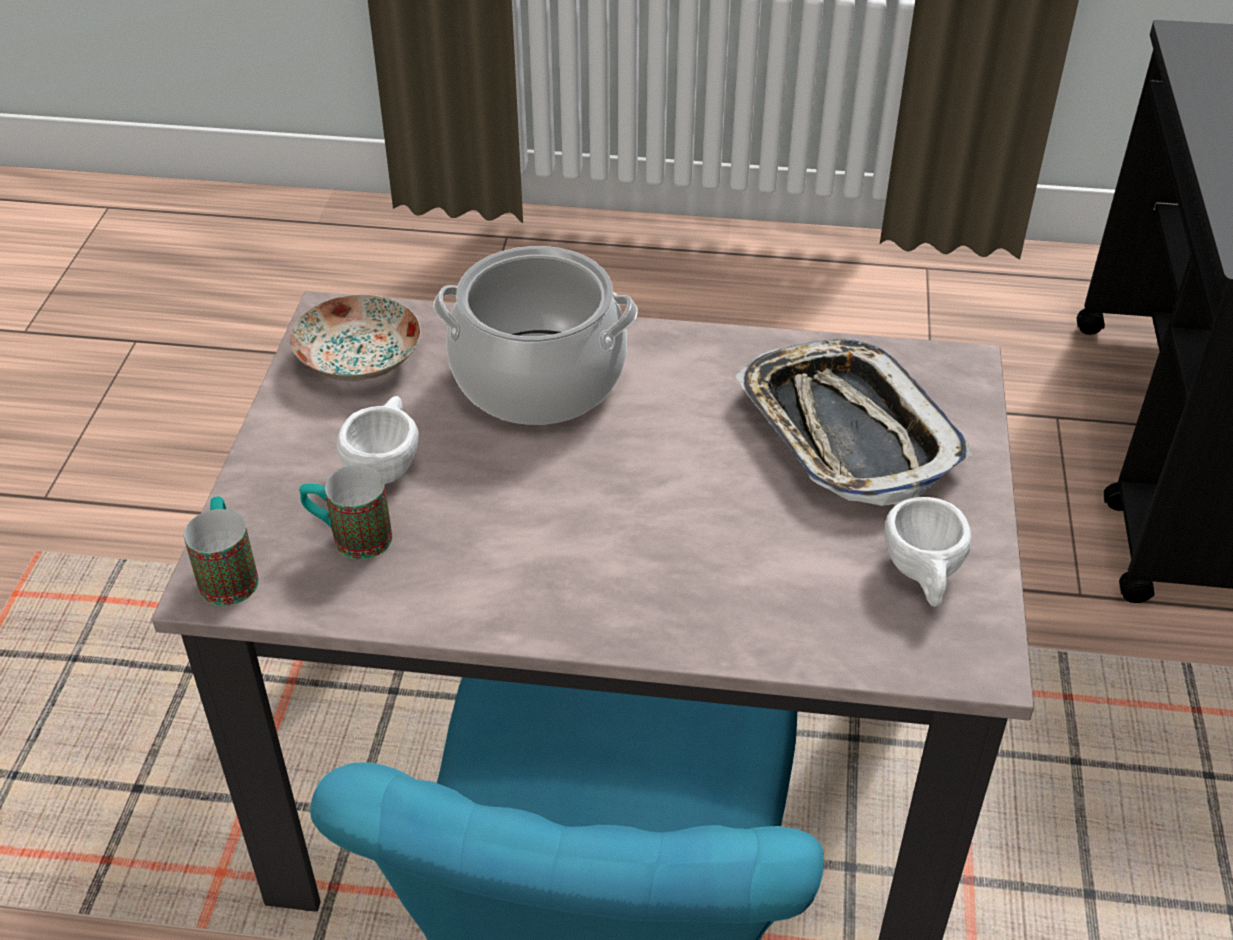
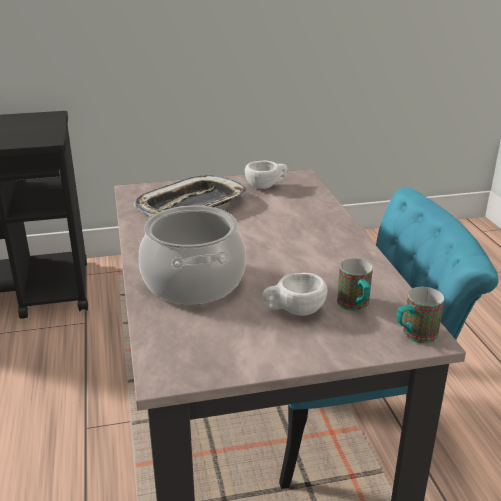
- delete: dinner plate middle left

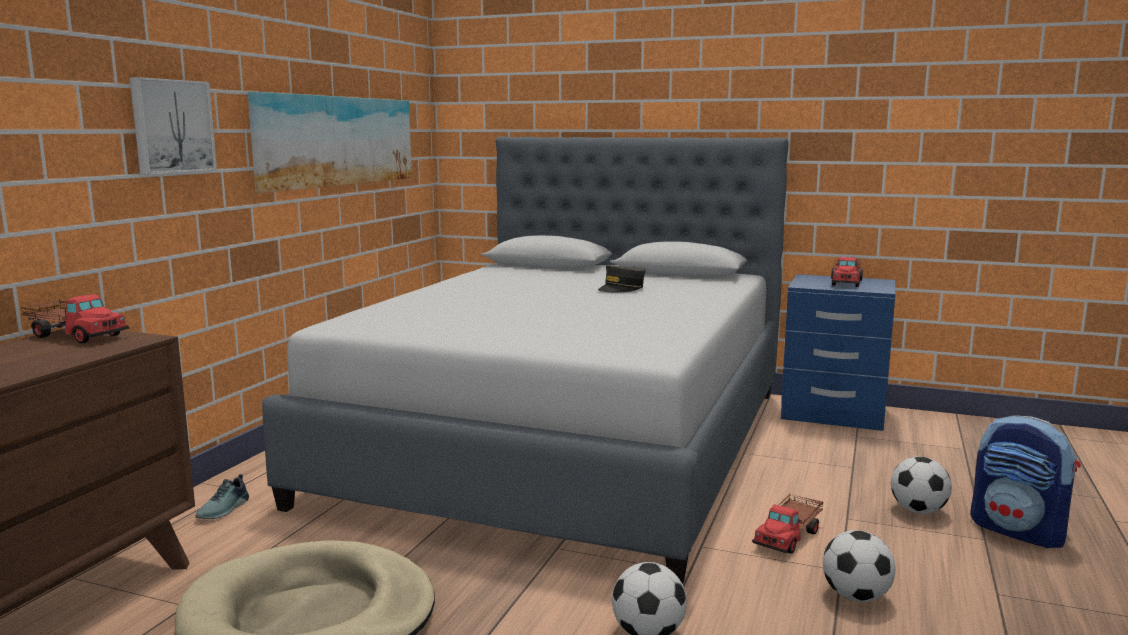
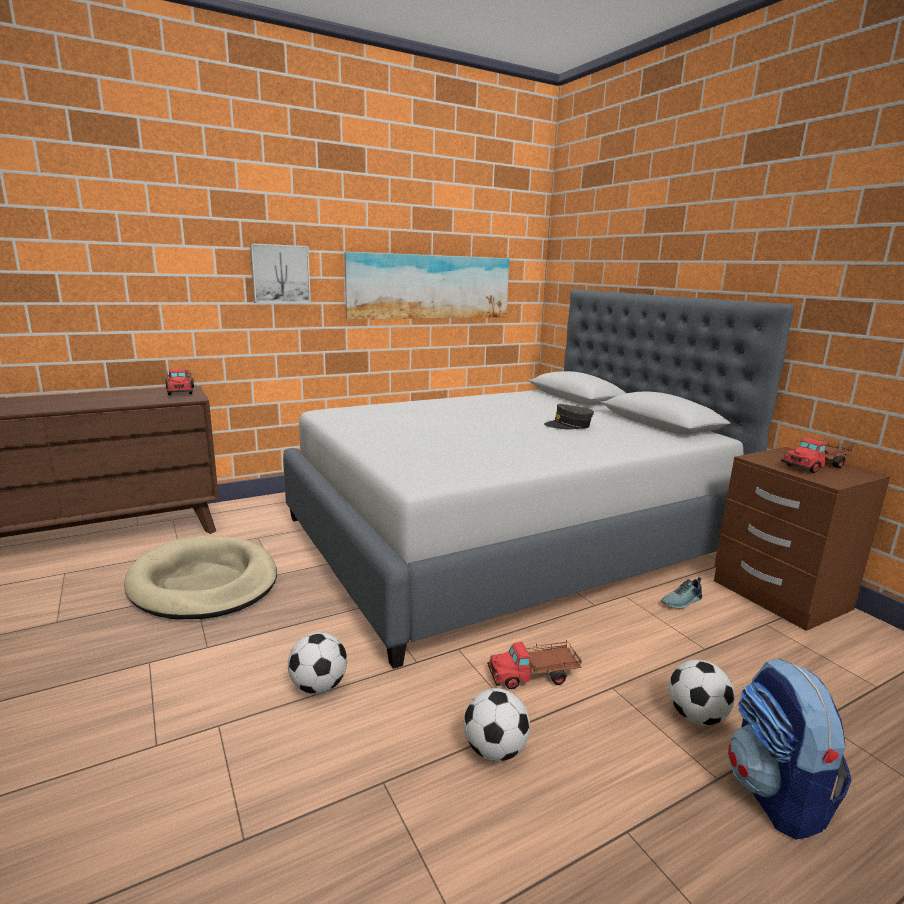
- recolor: blue night table middle right to brownish night table middle right
- move: item of footwear bottom left to middle right

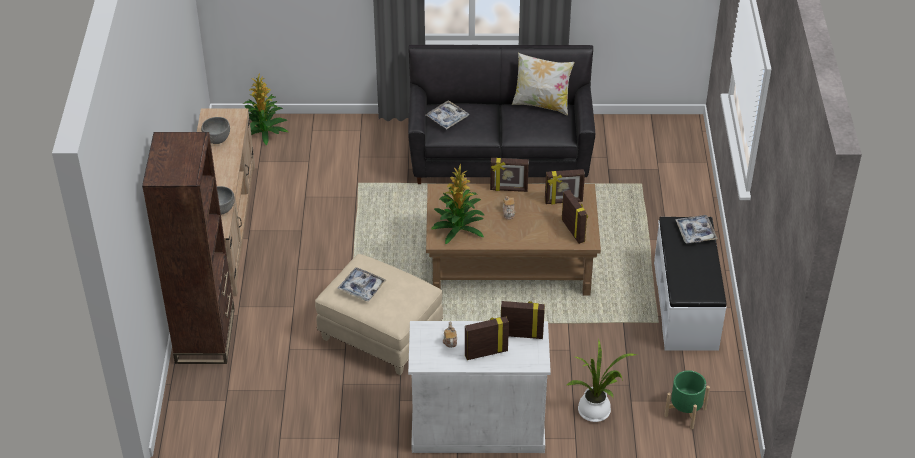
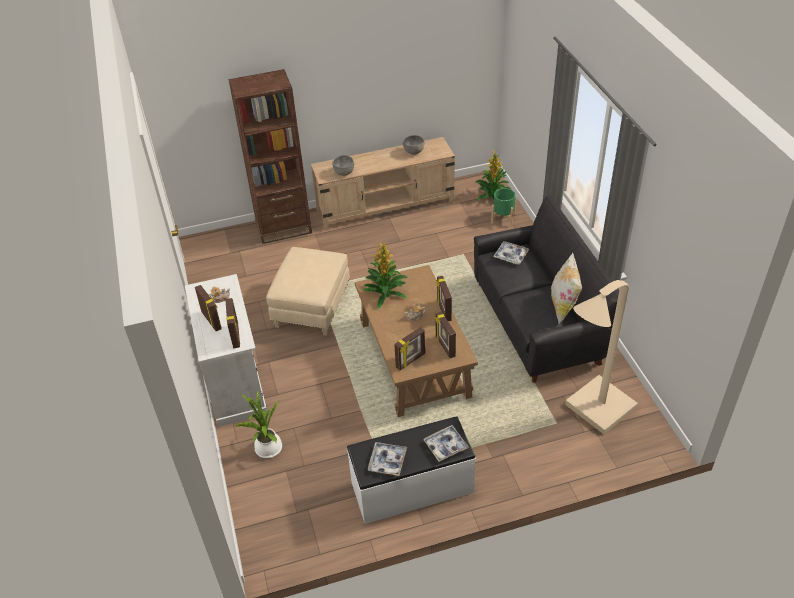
- move: serving tray (1st from left) centre to bottom centre
- move: green plant pot bottom right to centre
- insert: beige standing lamp middle right

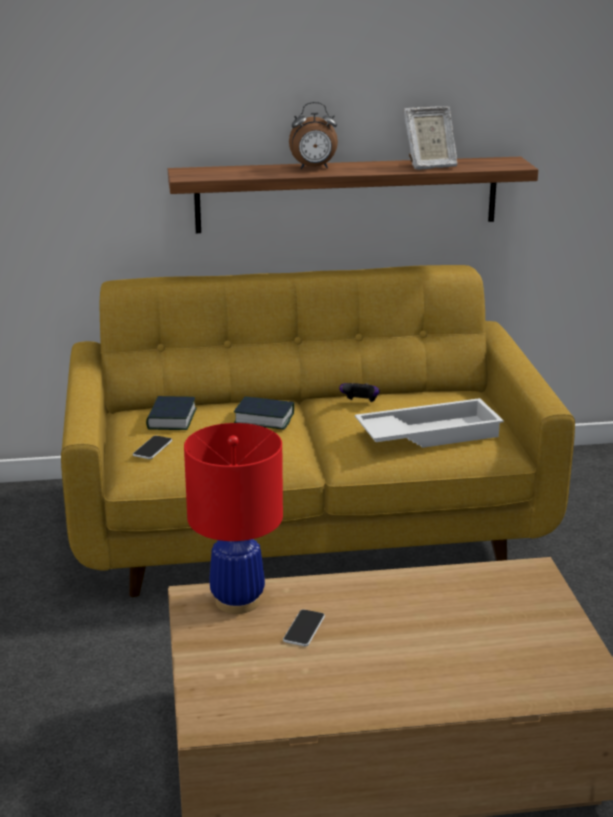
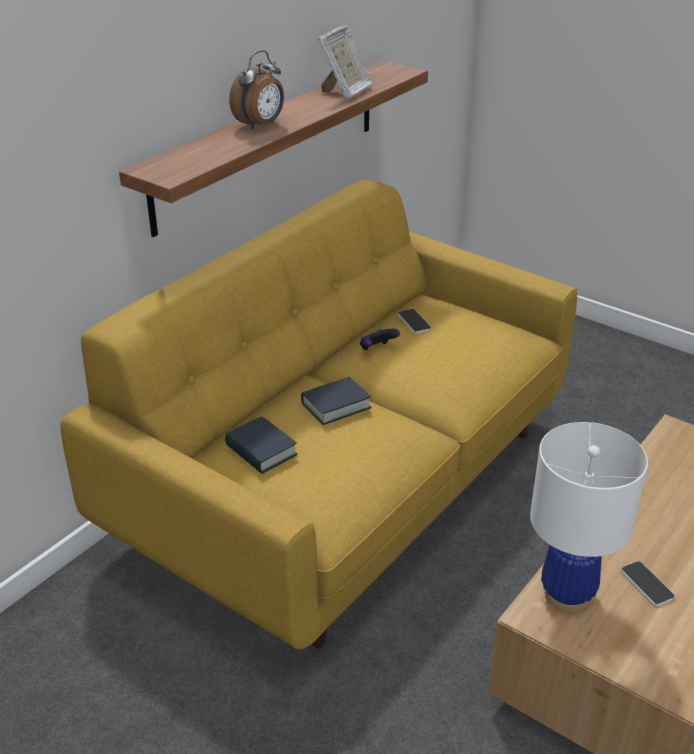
- delete: white serving tray middle right
- recolor: red-coloured lamp for a table centre to white lamp for a table bottom right
- move: telephone (1st from left) middle left to centre

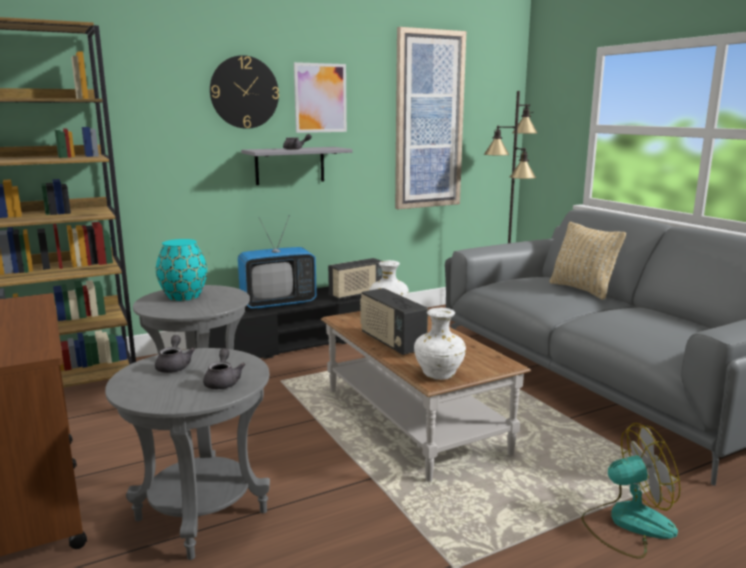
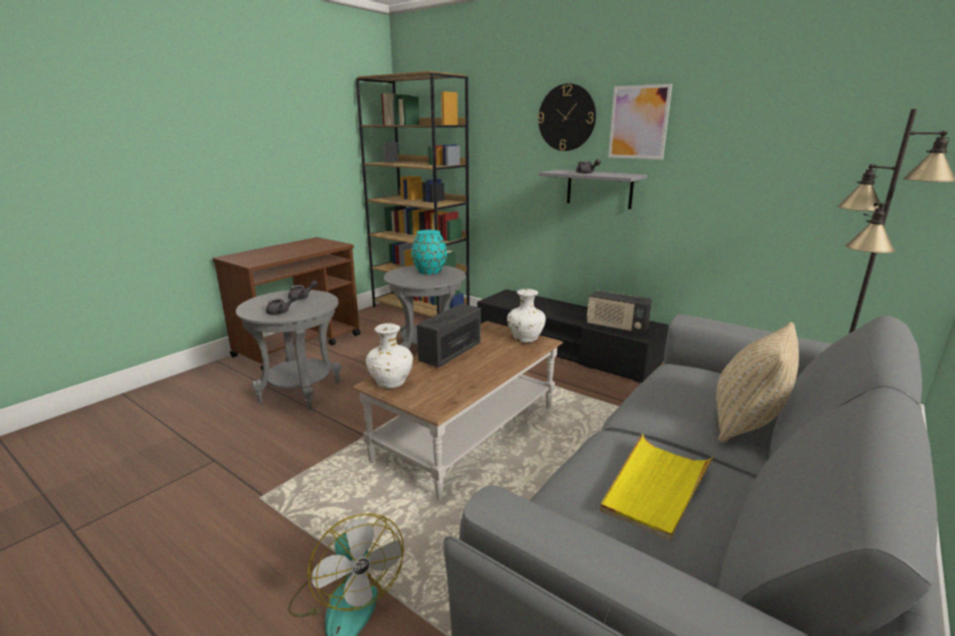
- delete: wall picture (2nd from left) top centre
- delete: television centre
- insert: yellowish serving tray bottom right

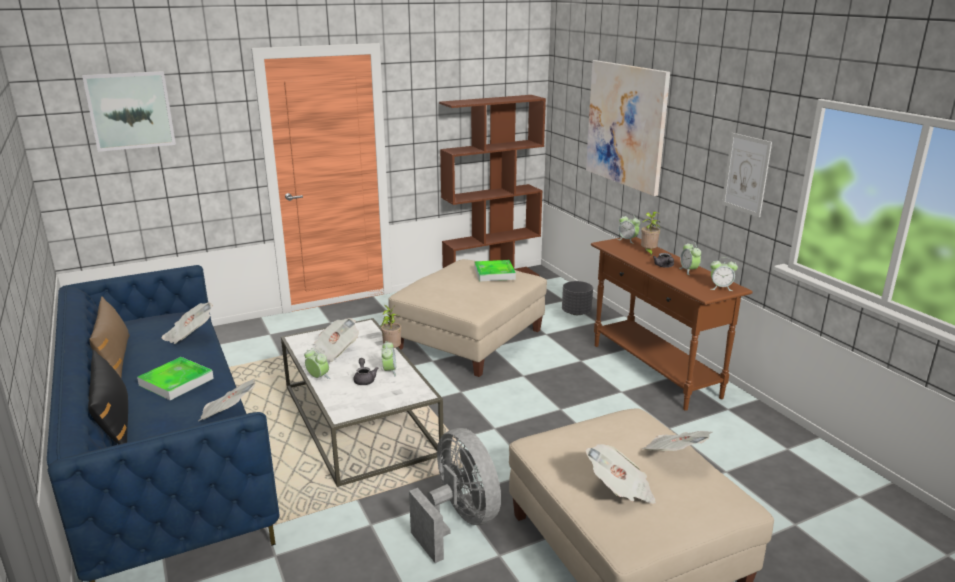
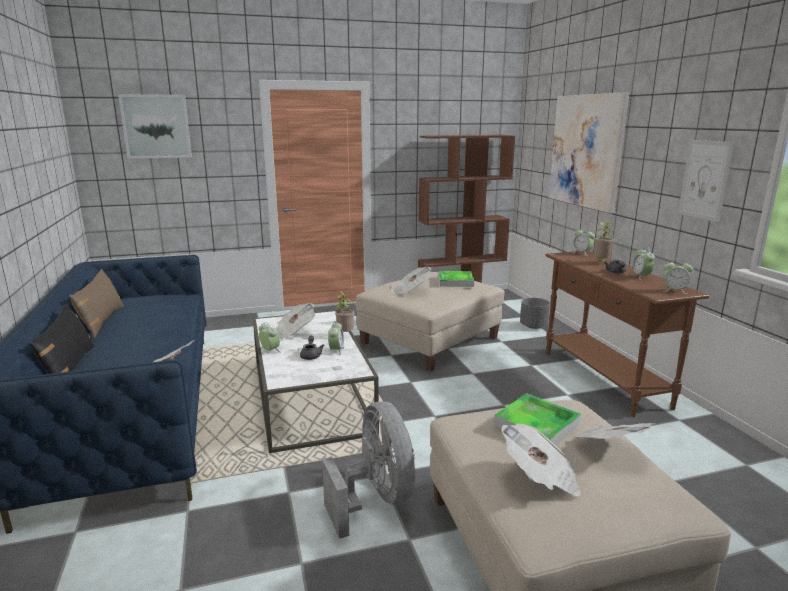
- move: printed paper (1st from left in the first image) middle left to printed paper (3rd from left) centre
- move: serving tray (1st from left in the first image) middle left to serving tray (2nd from left) bottom right

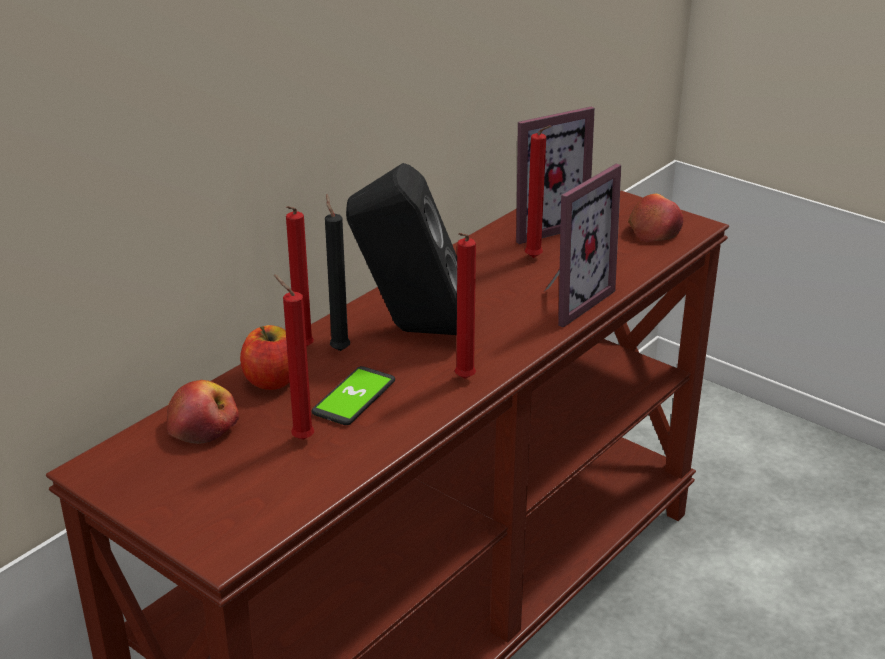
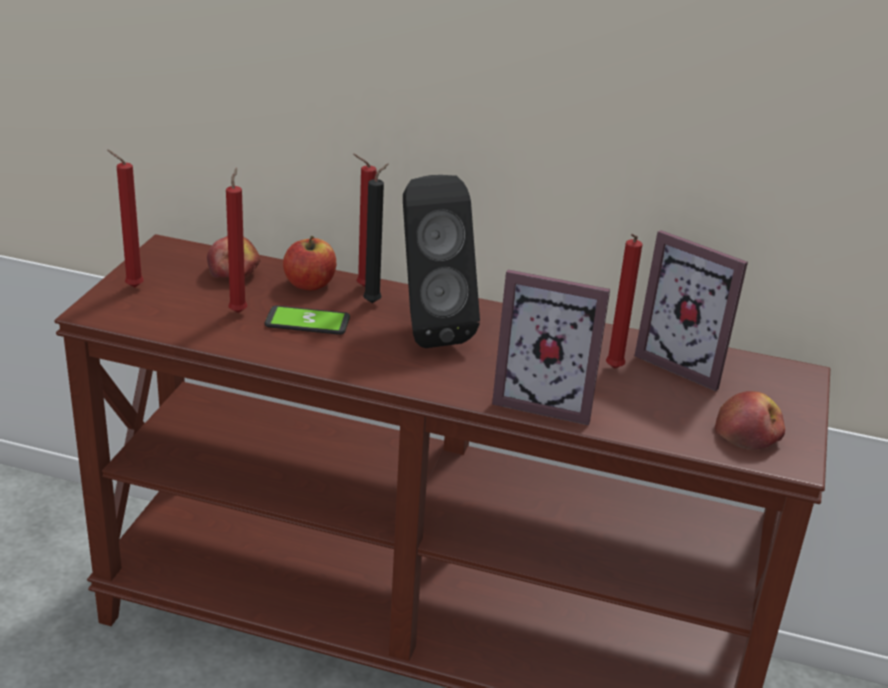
- move: red-coloured candle (3rd from left in the first image) centre to red-coloured candle (1st from left) top left

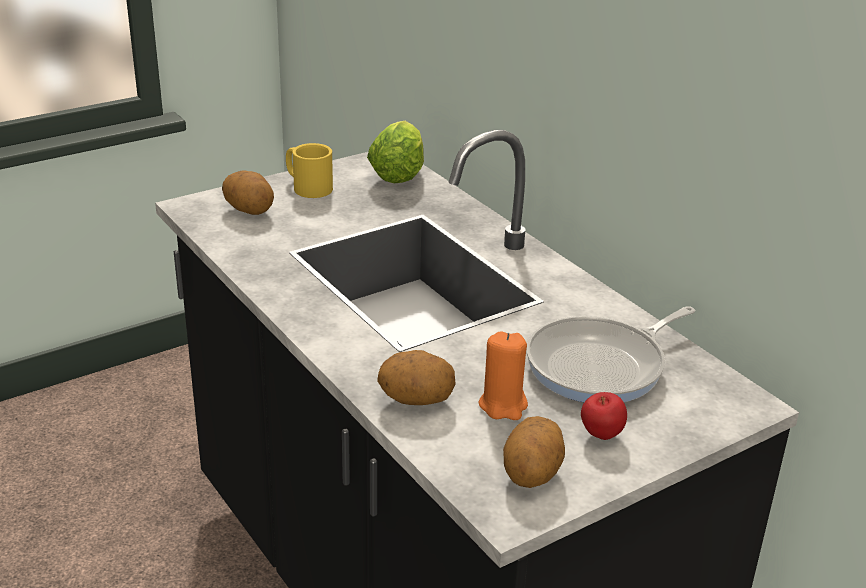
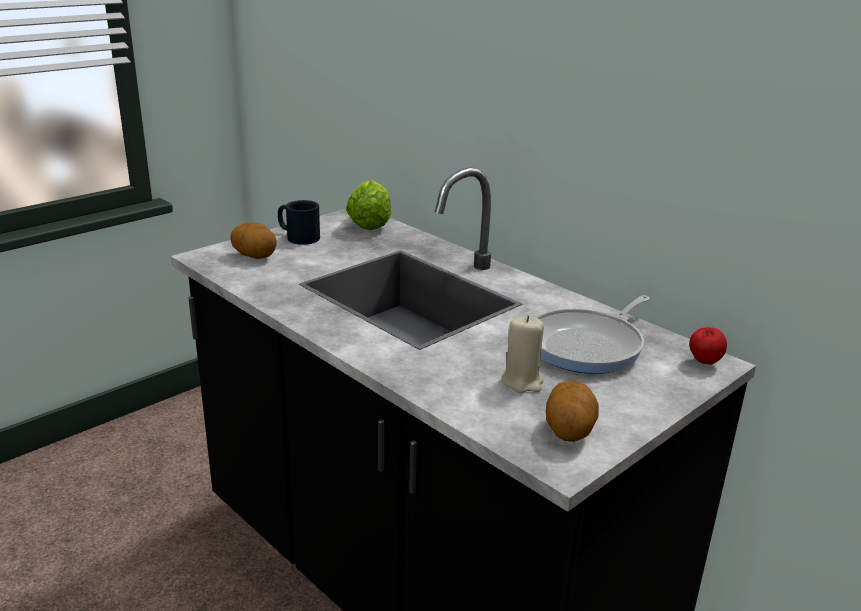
- recolor: yellowish tea mug top centre to black-coloured tea mug centre
- recolor: orange-coloured candle centre to beige candle centre
- delete: whole potato (2nd from left) centre
- move: whole apple bottom right to middle right

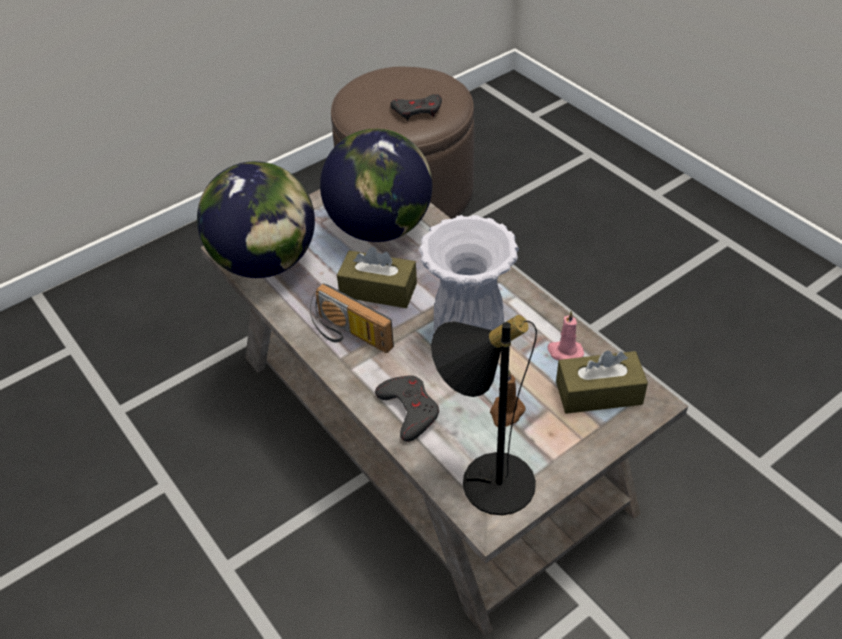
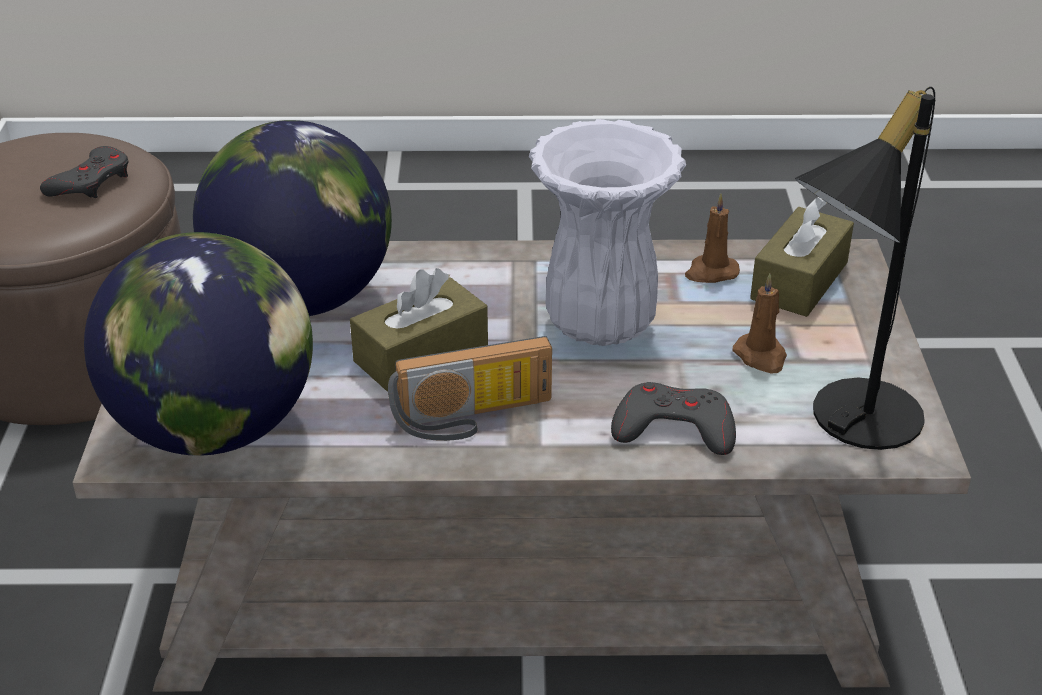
- recolor: pink candle middle right to brownish candle (1st from left) middle right

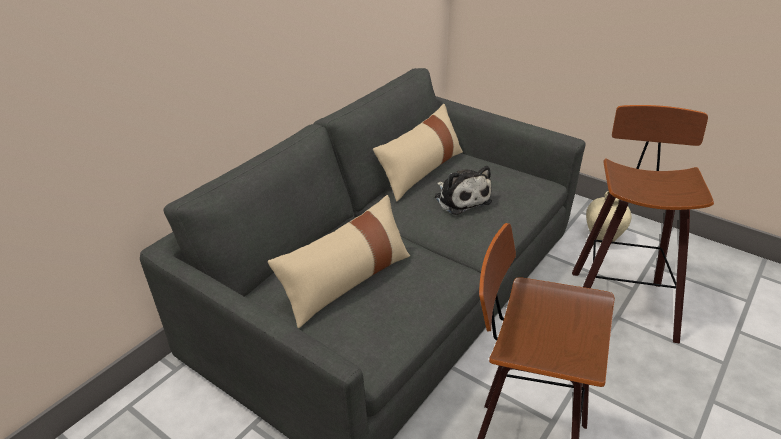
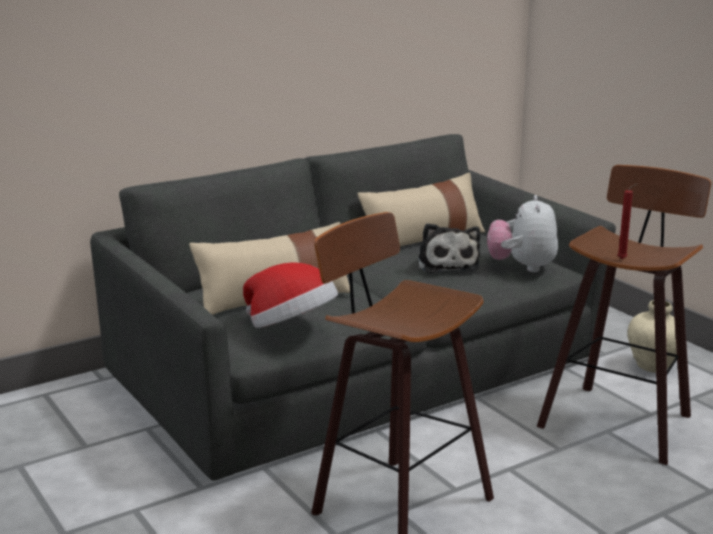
- insert: red-coloured candle middle right
- insert: cuddly toy (2nd from left) middle right
- insert: hat centre

